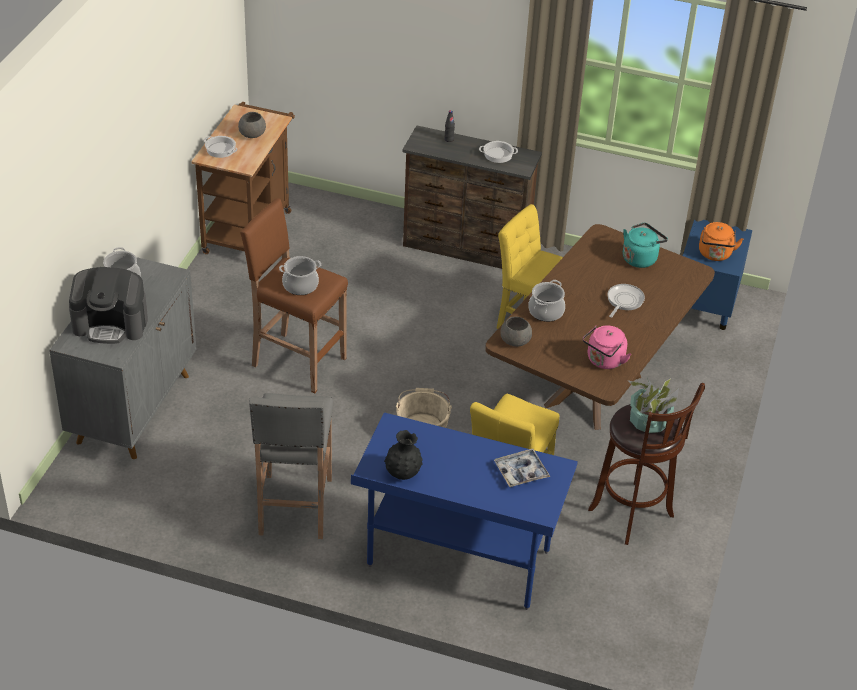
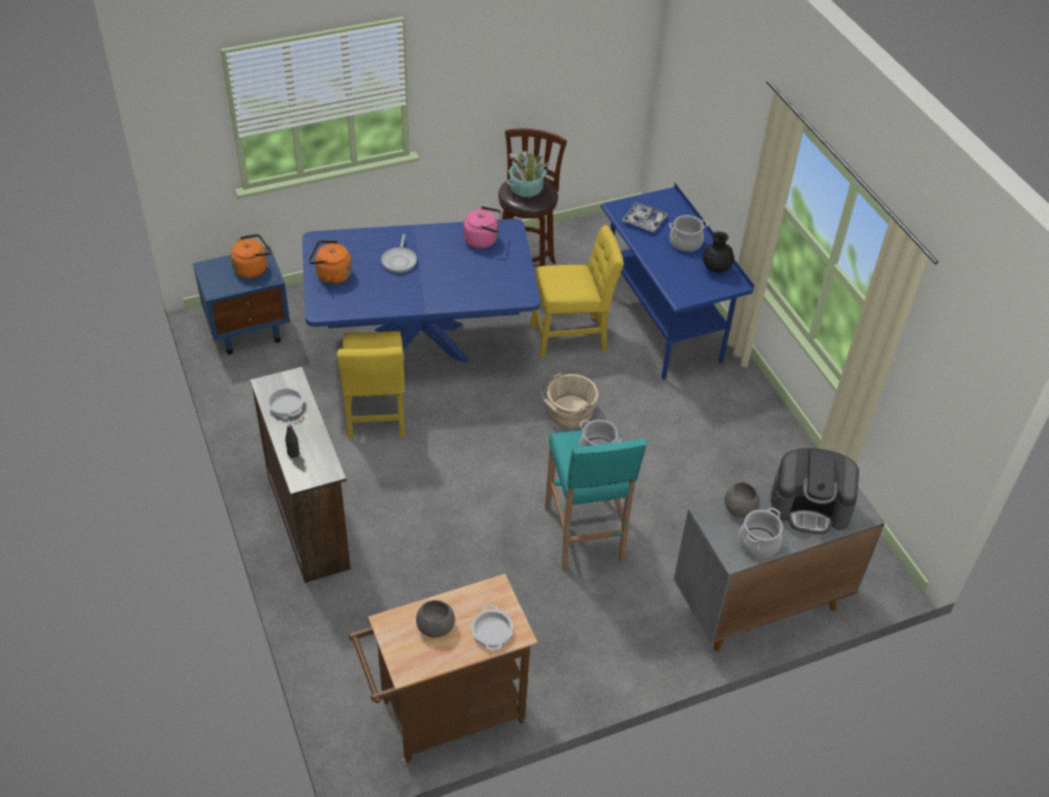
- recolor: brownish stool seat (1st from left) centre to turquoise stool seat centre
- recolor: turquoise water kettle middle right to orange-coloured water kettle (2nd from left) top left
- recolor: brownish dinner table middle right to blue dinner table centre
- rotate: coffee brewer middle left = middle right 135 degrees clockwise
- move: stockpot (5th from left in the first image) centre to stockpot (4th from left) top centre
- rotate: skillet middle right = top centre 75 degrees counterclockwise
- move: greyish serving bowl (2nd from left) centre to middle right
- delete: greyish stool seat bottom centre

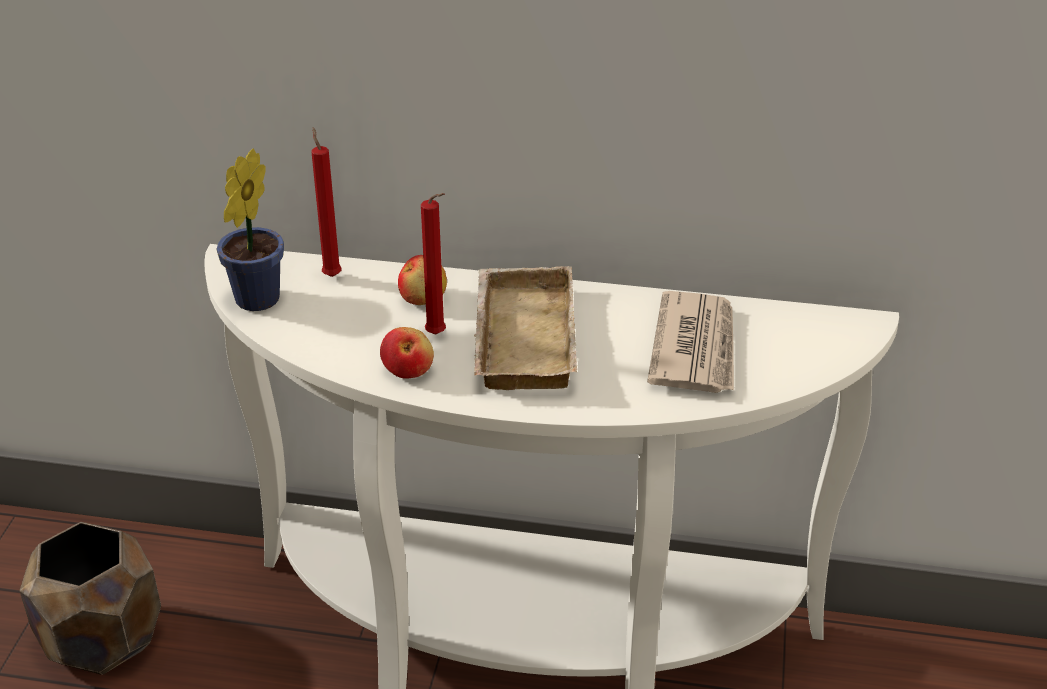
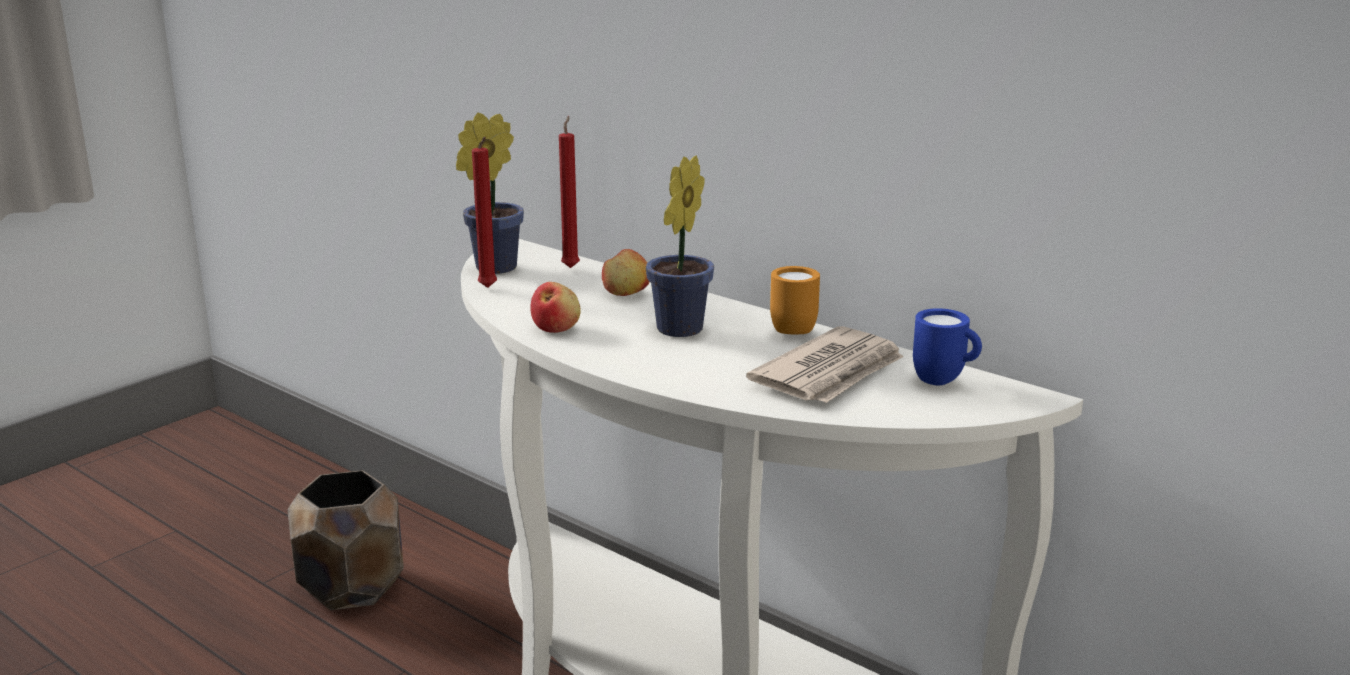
- move: red-coloured candle (2nd from left in the first image) centre to red-coloured candle (1st from left) top centre
- replace: beige serving tray centre to plant in a pot (2nd from left) centre
- insert: orange-coloured tea mug centre
- insert: blue tea mug middle right

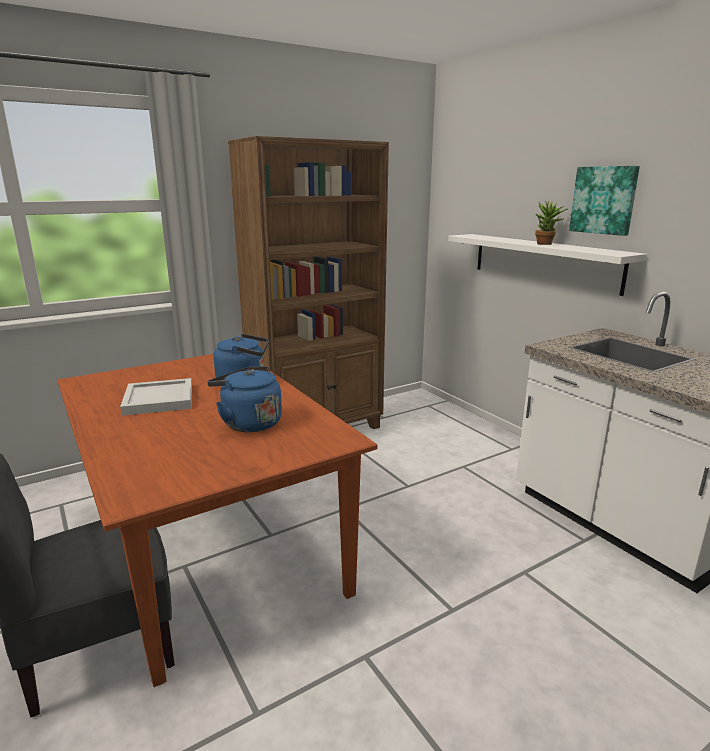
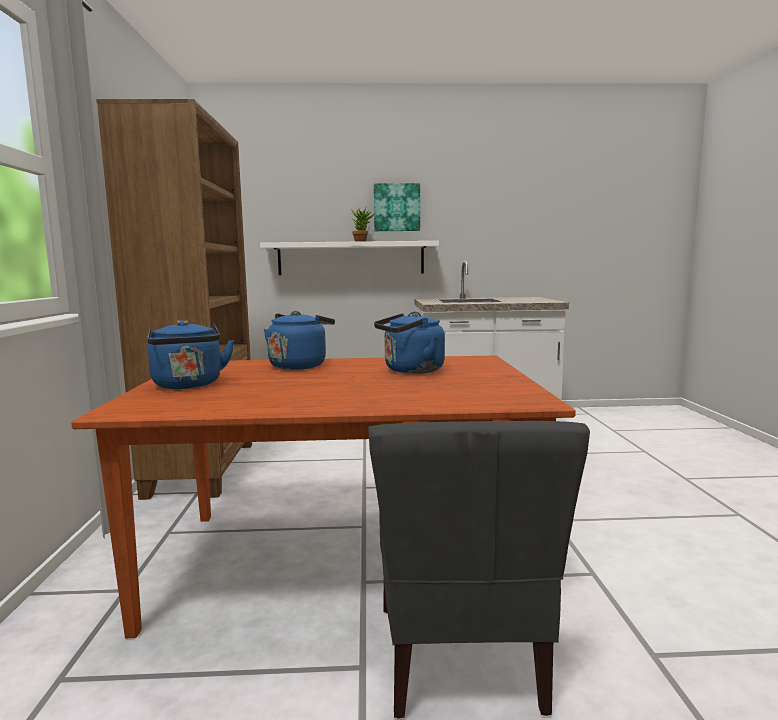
- delete: white serving tray middle left
- insert: blue water kettle (1st from left) middle left

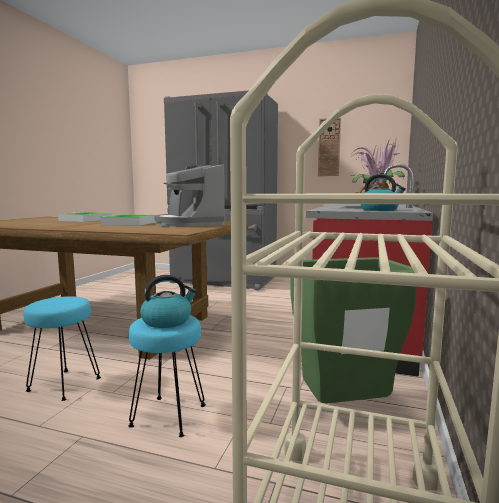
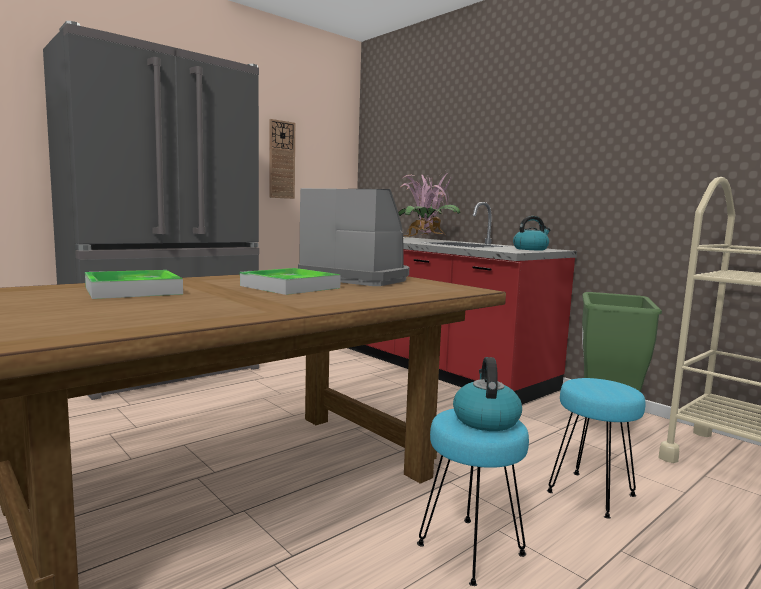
- rotate: coffee brewer centre = centre 150 degrees counterclockwise
- move: water kettle (1st from left) centre to bottom centre

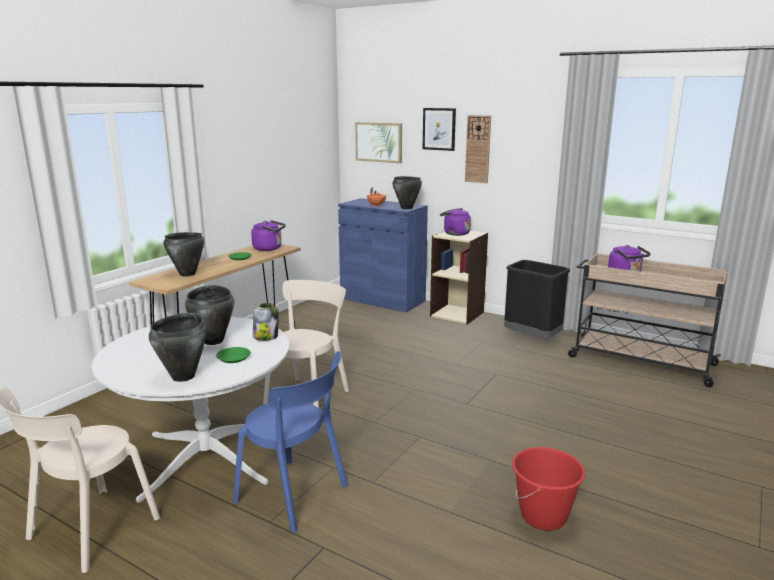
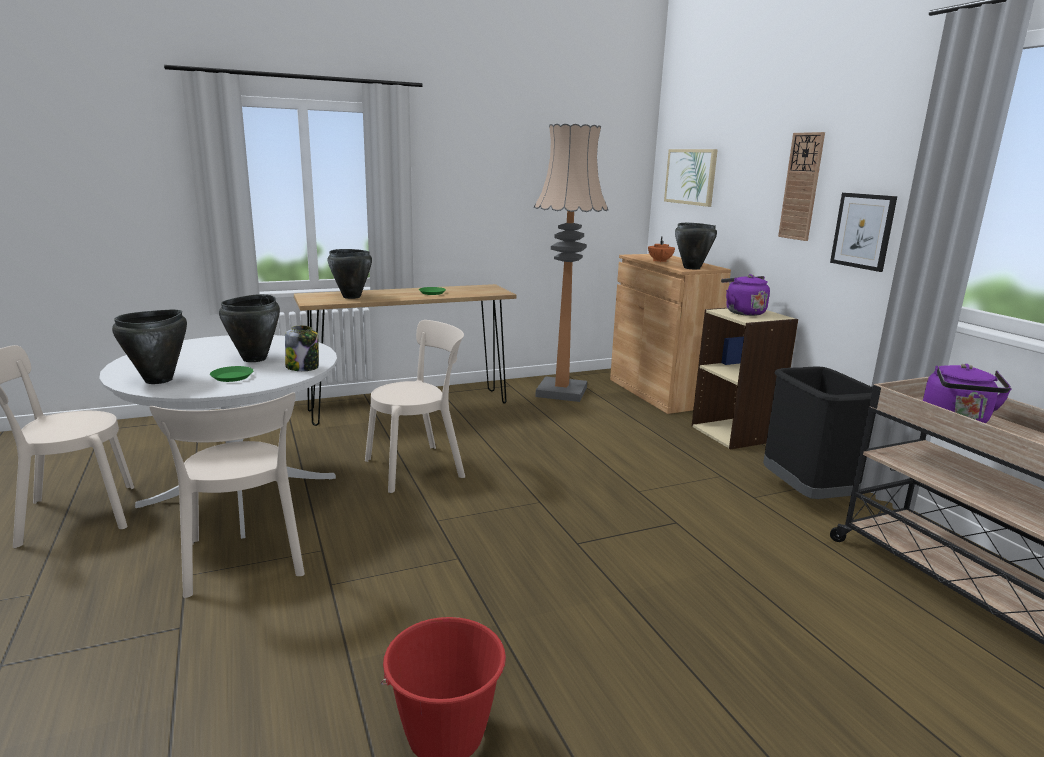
- move: wall picture (2nd from left) top centre to top right
- recolor: blue cupboard centre to brownish cupboard centre
- delete: purple water kettle (1st from left) centre
- recolor: blue chair bottom centre to beige chair (2nd from left) middle left
- insert: standing lamp centre

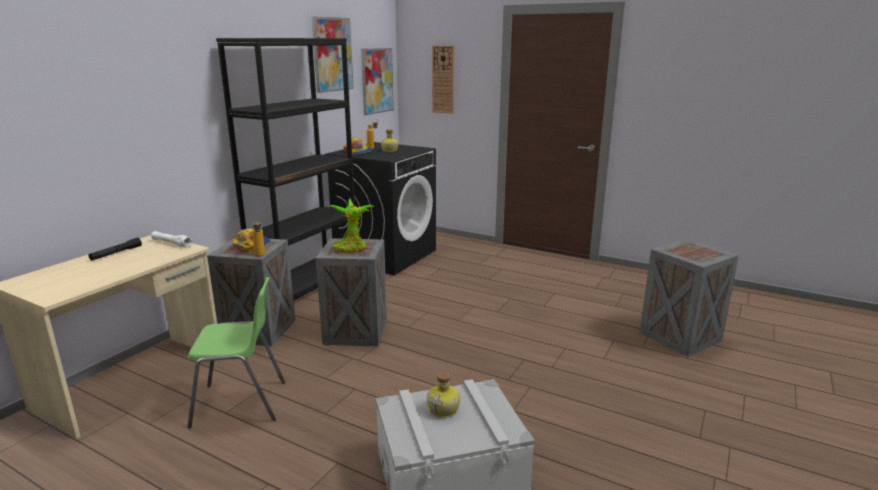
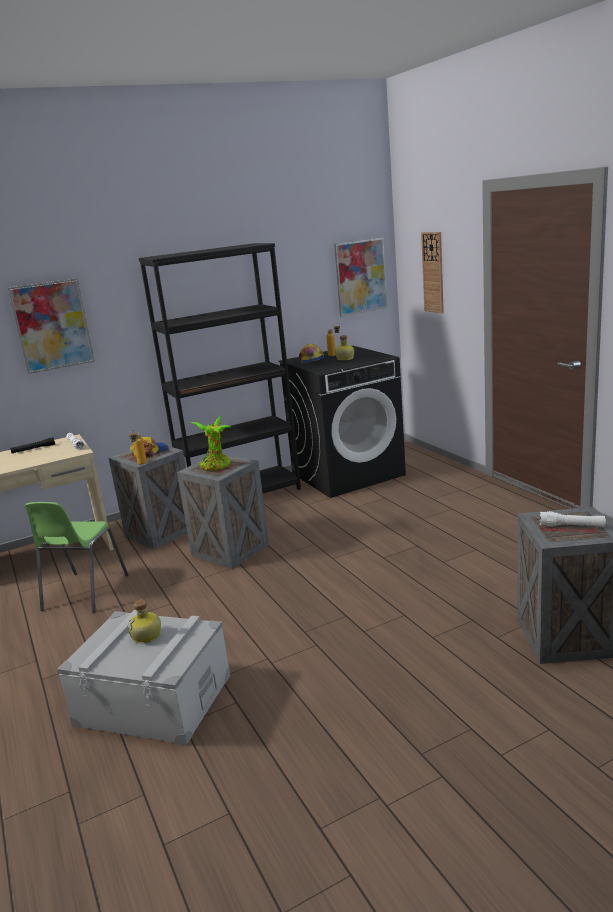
- move: wall picture (1st from left) top centre to middle left
- rotate: green chair bottom left = middle left 75 degrees clockwise
- insert: white torch (2nd from left) middle right

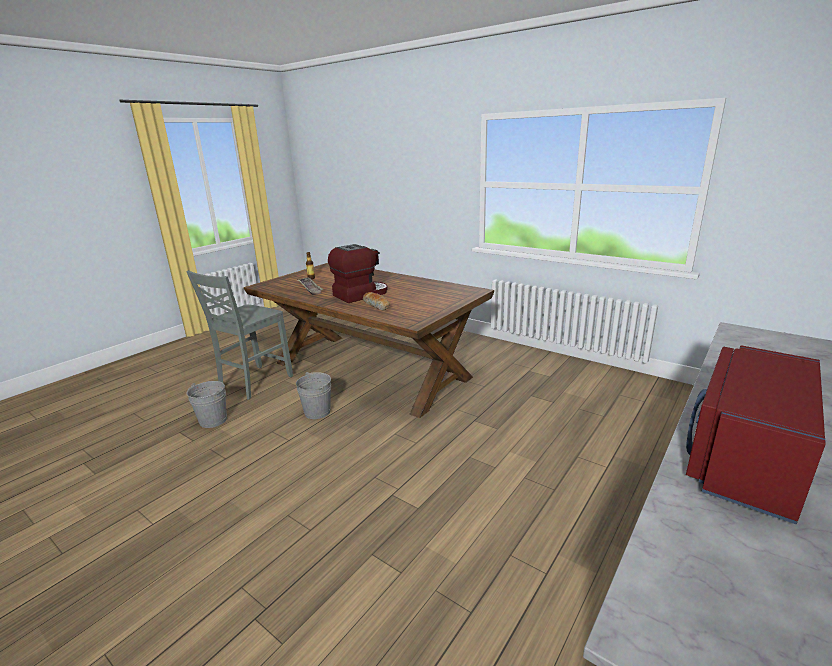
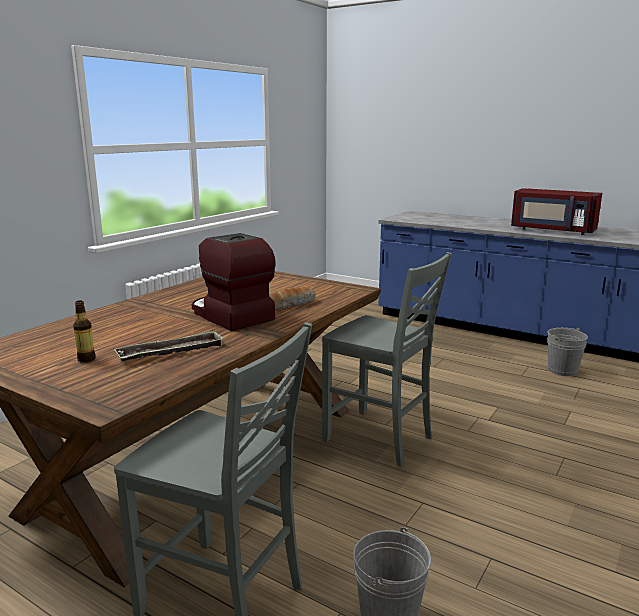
- move: greyish water bucket (2nd from left) centre to middle right
- insert: greyish chair (2nd from left) centre

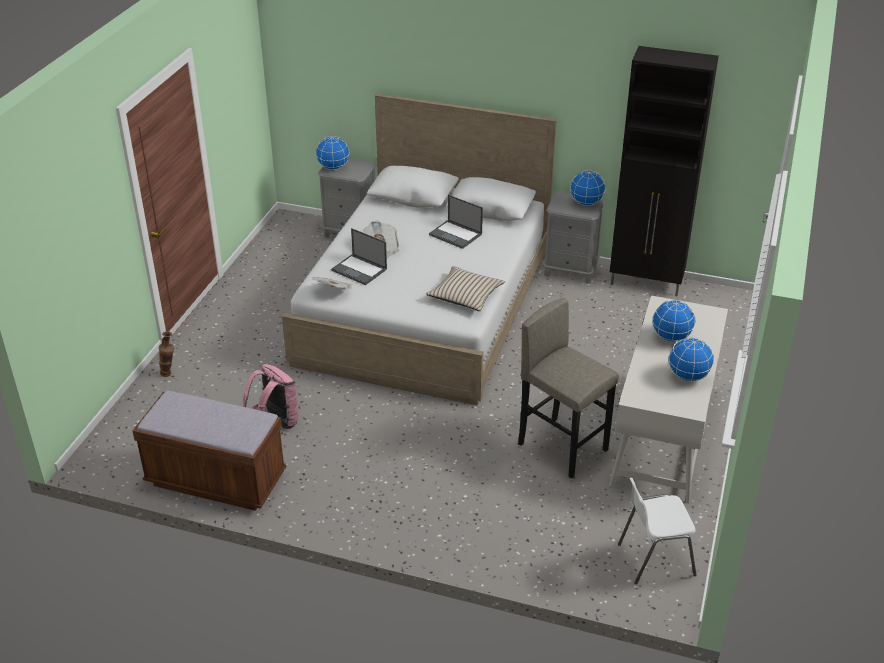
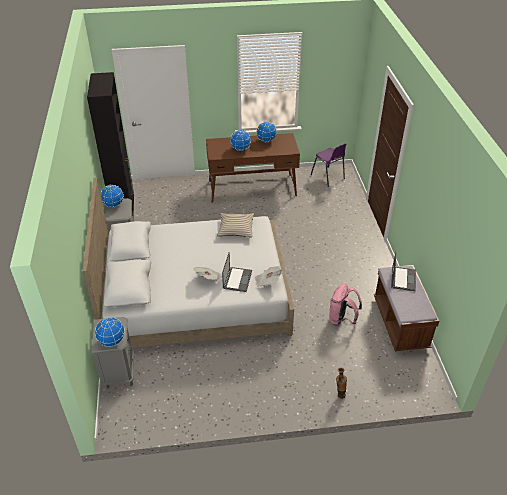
- move: notebook computer (2nd from left) centre to middle right
- recolor: white desk table middle right to brownish desk table centre
- delete: greyish stool seat centre
- recolor: white chair bottom right to purple chair centre

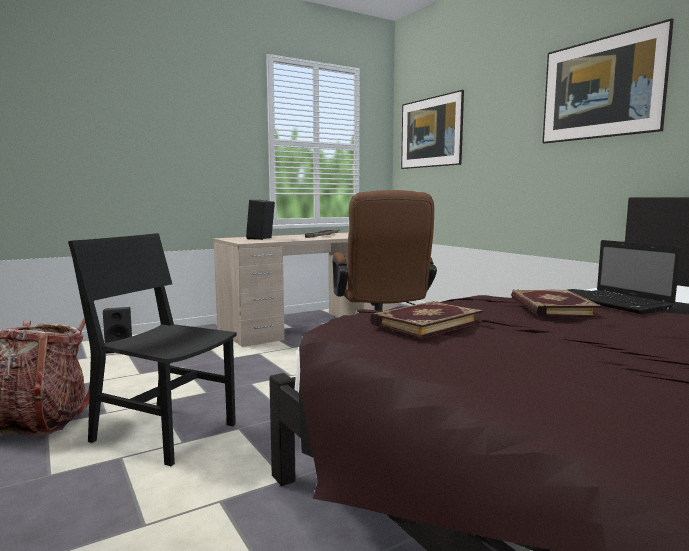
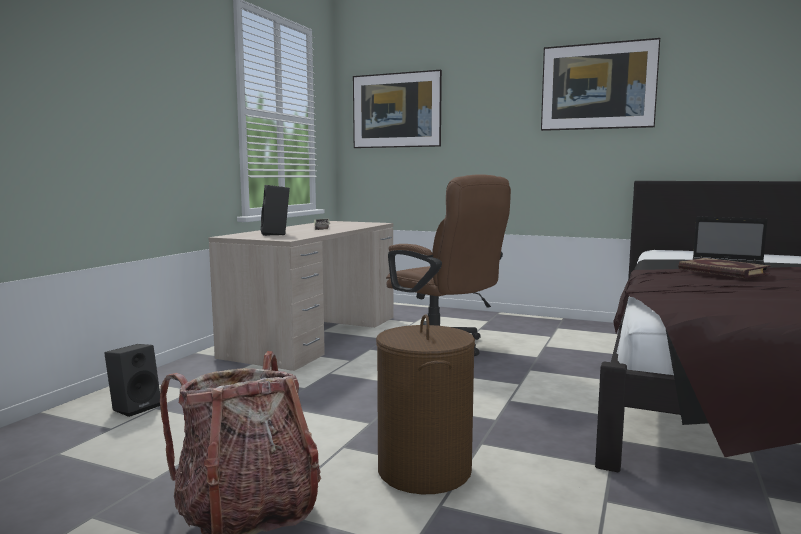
- replace: black-coloured chair middle left to brownish hamper bottom centre
- delete: bound book (1st from left) centre

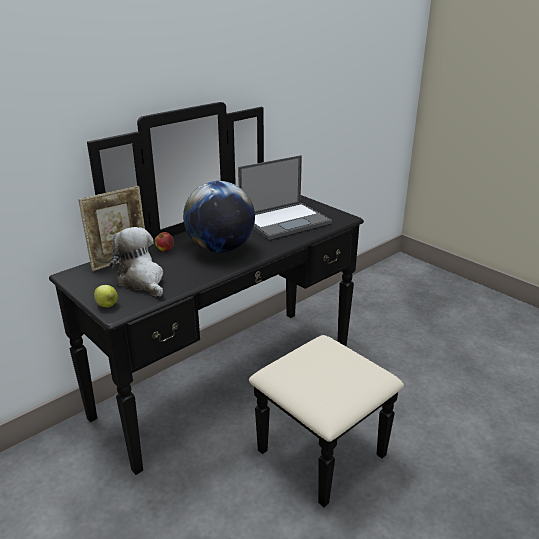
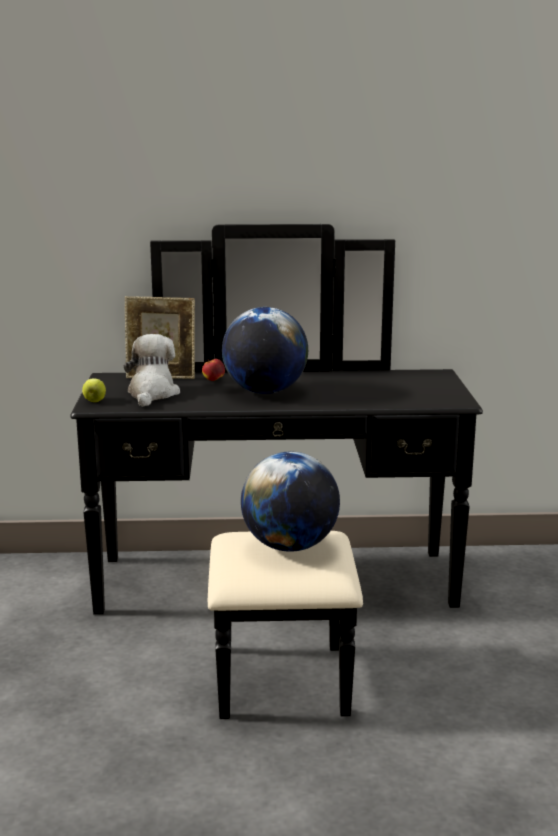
- delete: notebook computer centre
- insert: desk globe (2nd from left) centre

